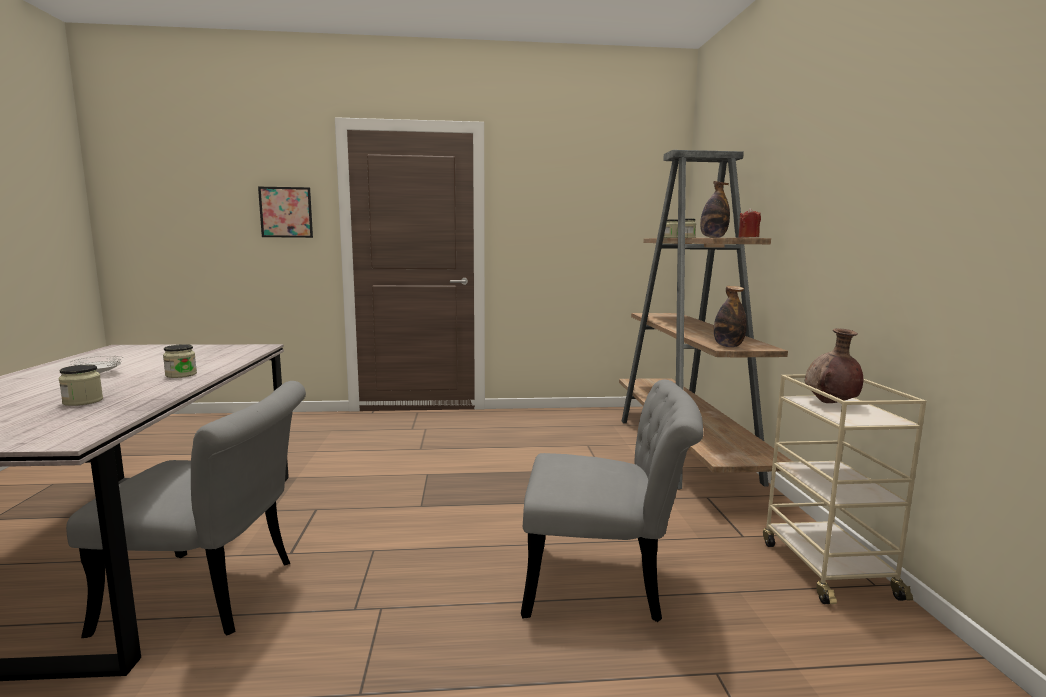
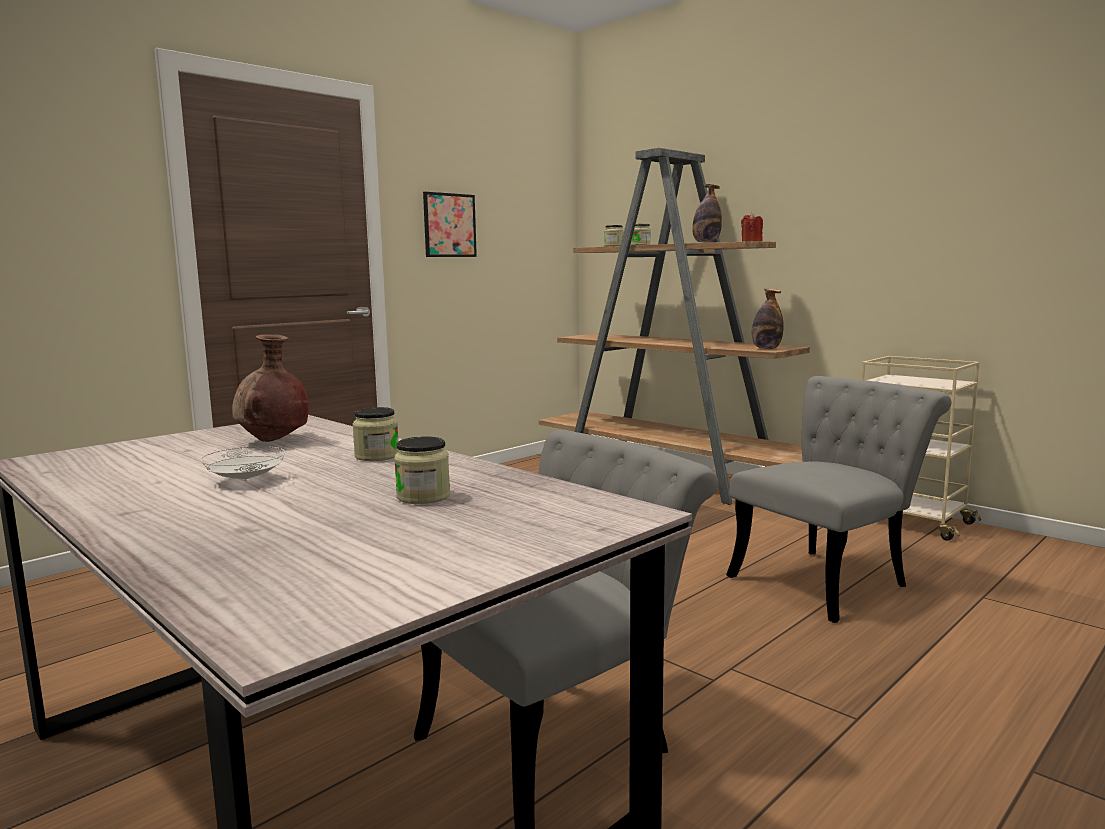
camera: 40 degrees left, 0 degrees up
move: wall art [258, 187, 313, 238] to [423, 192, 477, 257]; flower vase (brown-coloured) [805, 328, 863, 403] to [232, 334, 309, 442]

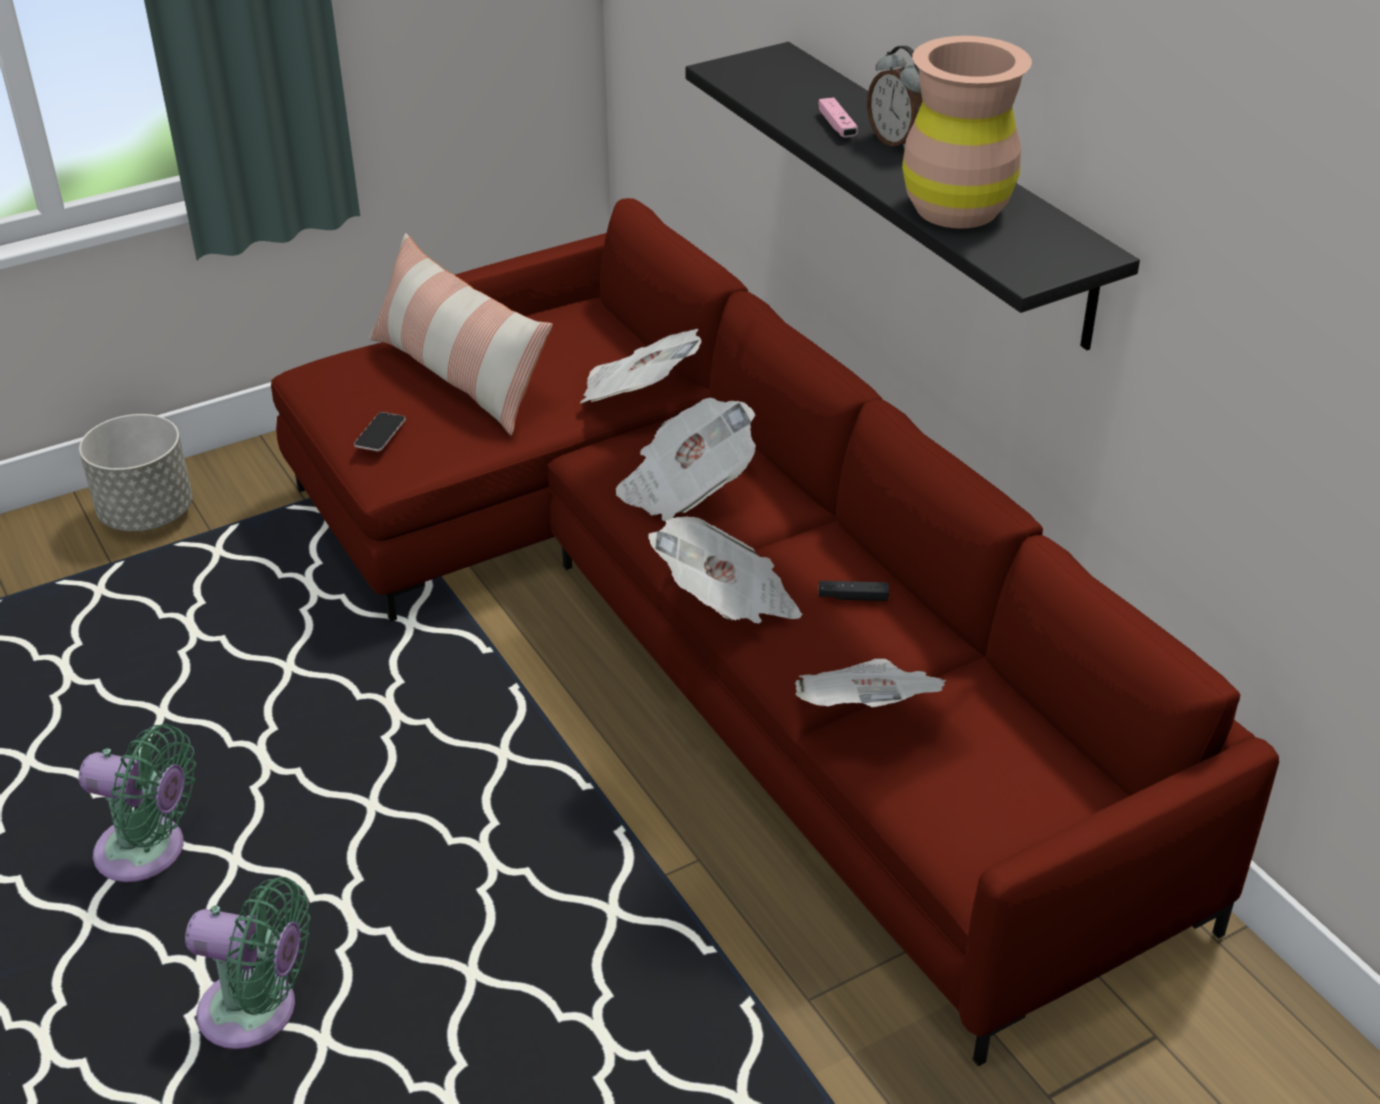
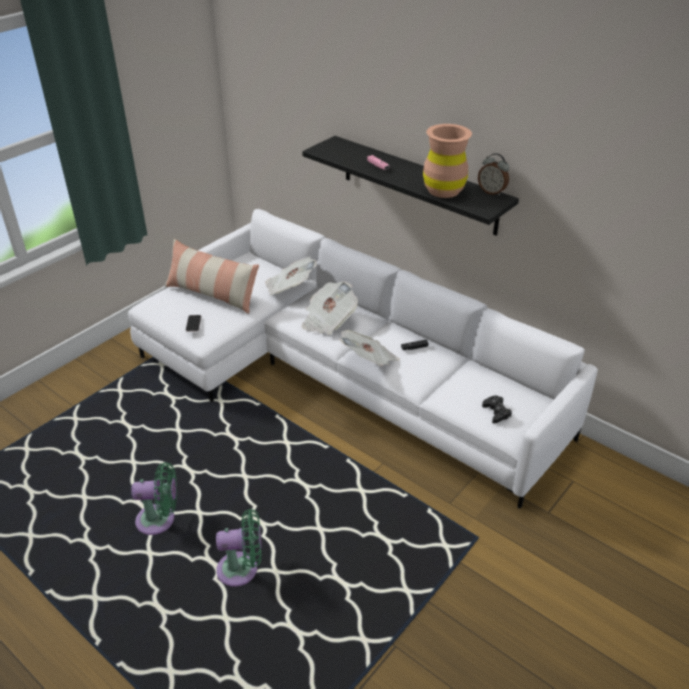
camera: 20 degrees left, 0 degrees up
delete: plant pot (grey) [79, 414, 193, 531]; printed paper [795, 659, 946, 707]
insert: gamepad (black) [482, 395, 512, 423]
move: bedside clock [867, 46, 922, 149] to [478, 153, 509, 196]
recolor: sofa (red) [271, 198, 1279, 1067] to sofa (white) [128, 209, 598, 509]

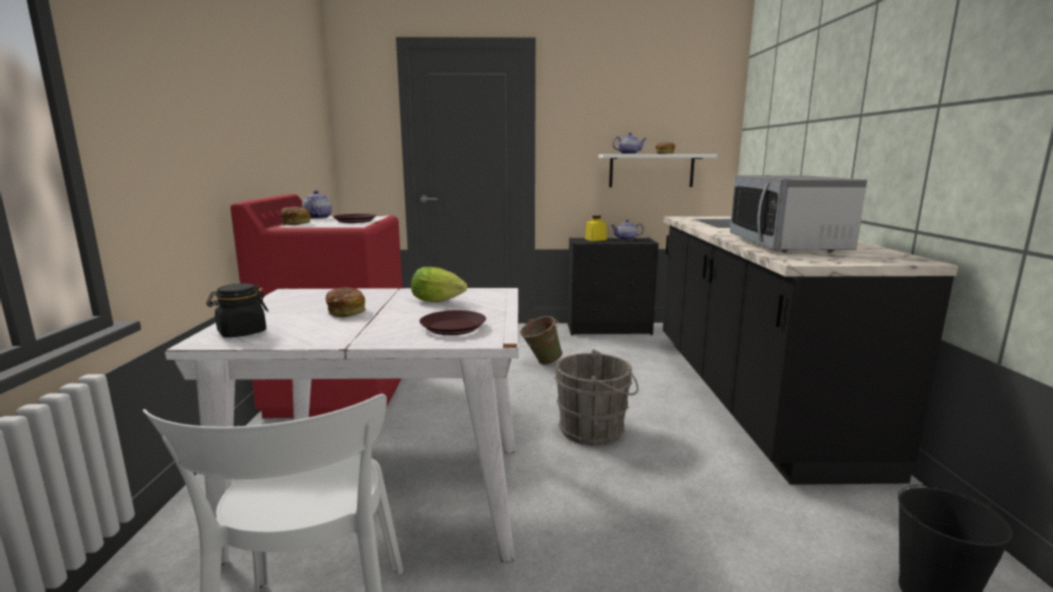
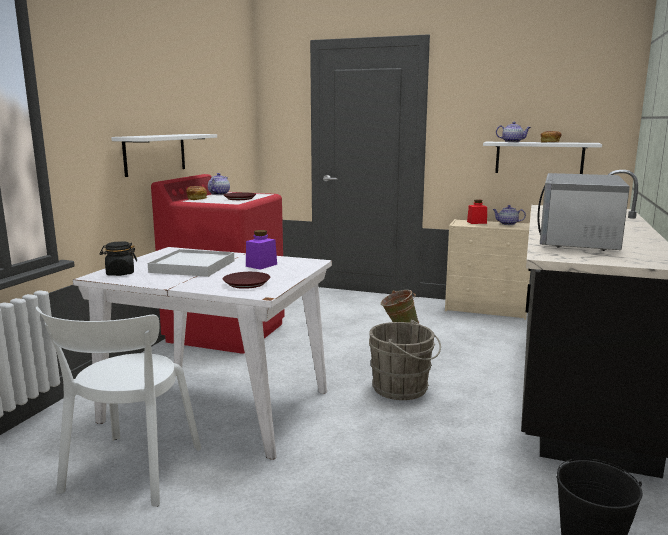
camera: 20 degrees right, 0 degrees up
insert: bracket shelf (white) [111, 134, 217, 177]
replace: bread [326, 287, 366, 317] to tray (white) [148, 249, 234, 277]; lettuce [411, 267, 467, 302] to preserve jar (purplish) [246, 230, 277, 270]
recolor: chest of drawers (black) [568, 237, 659, 336] to chest of drawers (sand-coloured) [445, 219, 530, 320]; preserve jar (yellowish) [585, 215, 607, 241] to preserve jar (red) [467, 200, 487, 224]

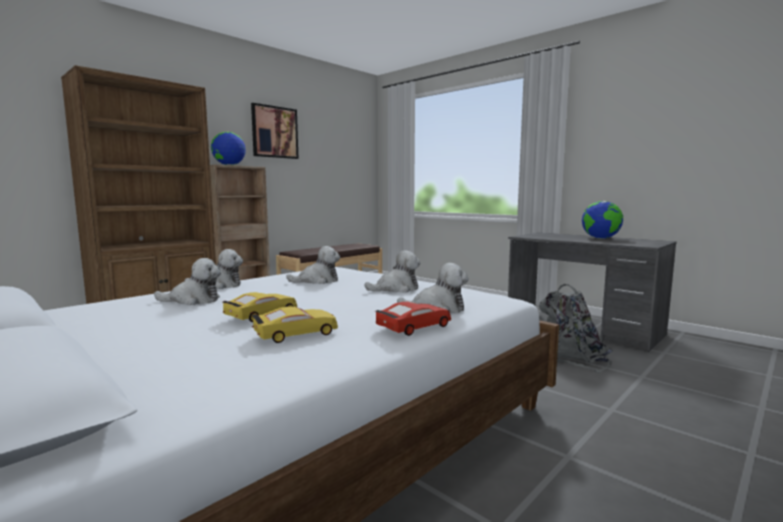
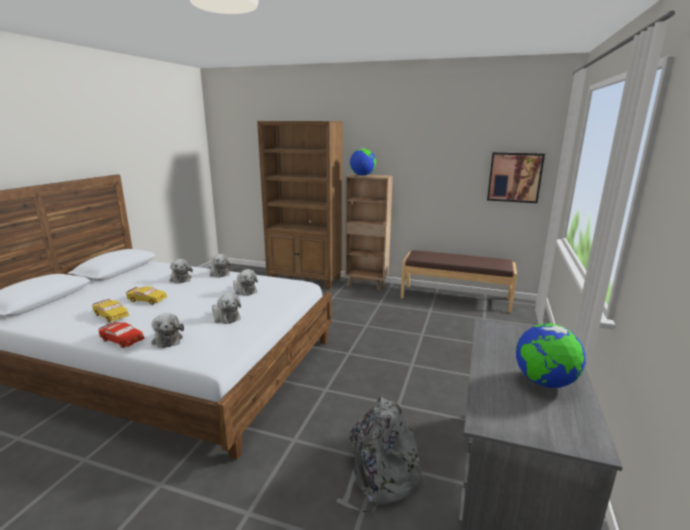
camera: 65 degrees right, 10 degrees up
move: wall art [251, 103, 298, 159] to [487, 152, 545, 203]

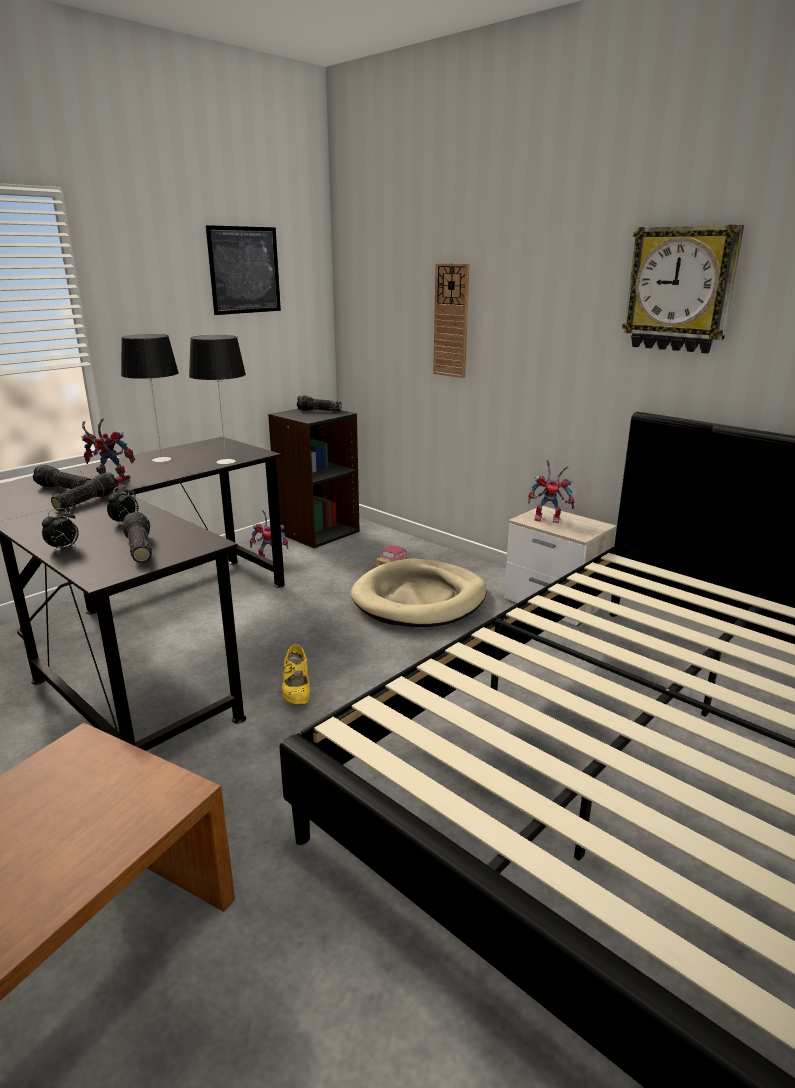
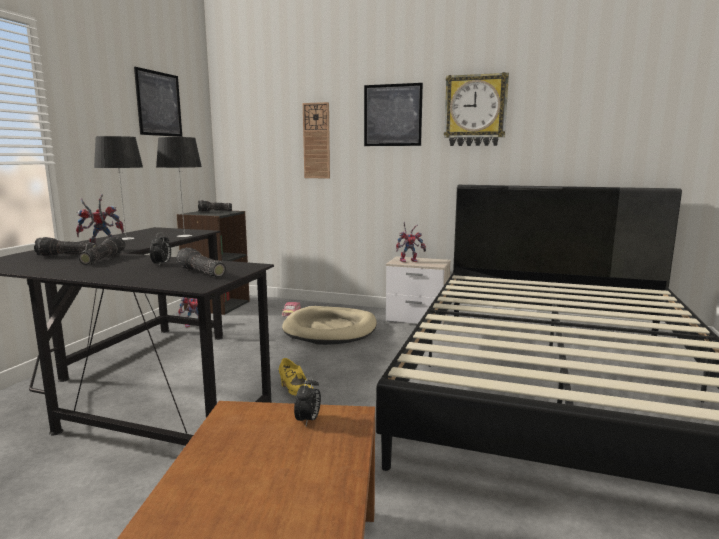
camera: 25 degrees left, 10 degrees down
insert: wall art [364, 83, 423, 146]
move: bedside clock [42, 508, 79, 551] to [294, 376, 321, 426]

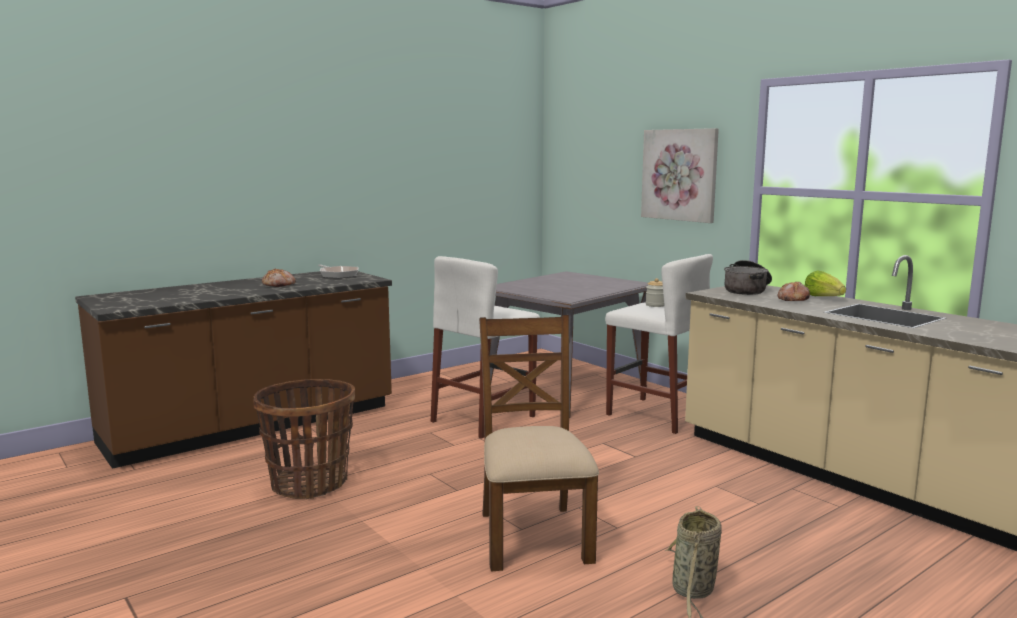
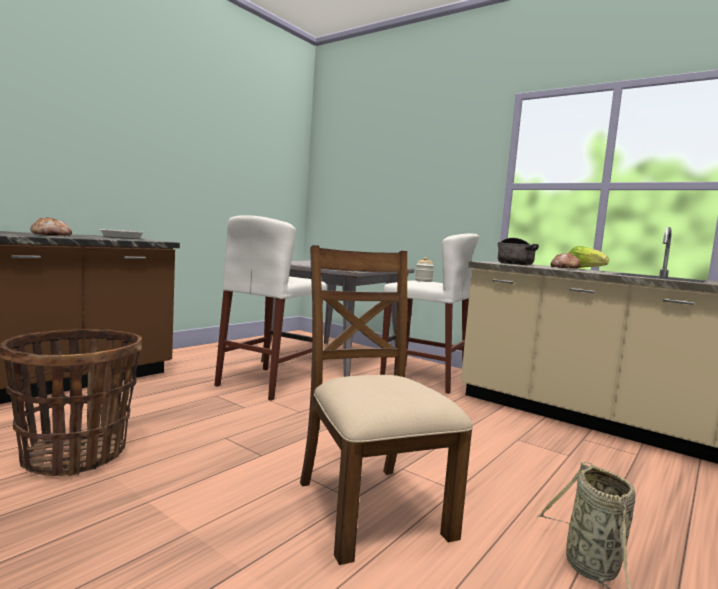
camera: 15 degrees left, 5 degrees down
delete: wall art [641, 128, 719, 223]

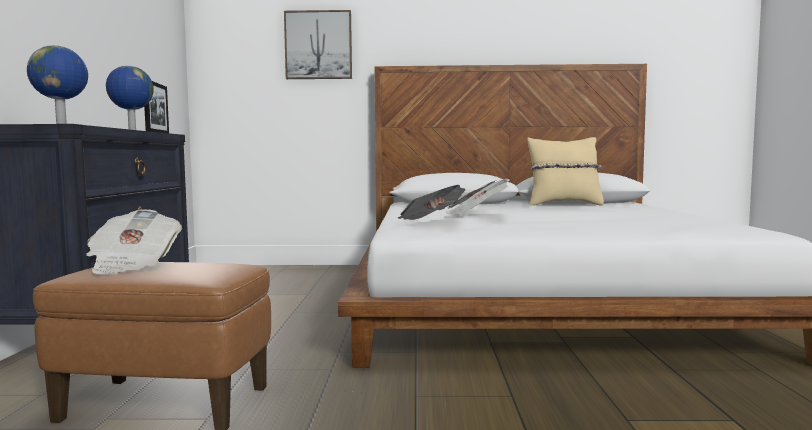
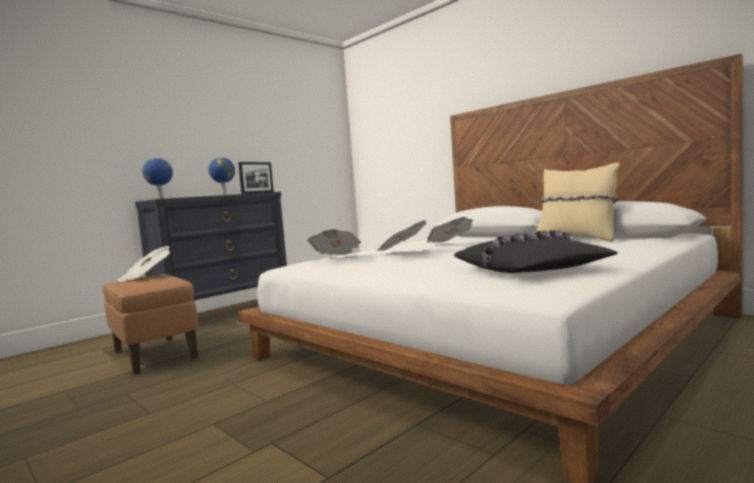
camera: 45 degrees right, 0 degrees up
delete: wall art [284, 10, 352, 79]
insert: pillow (black) [454, 230, 618, 273]

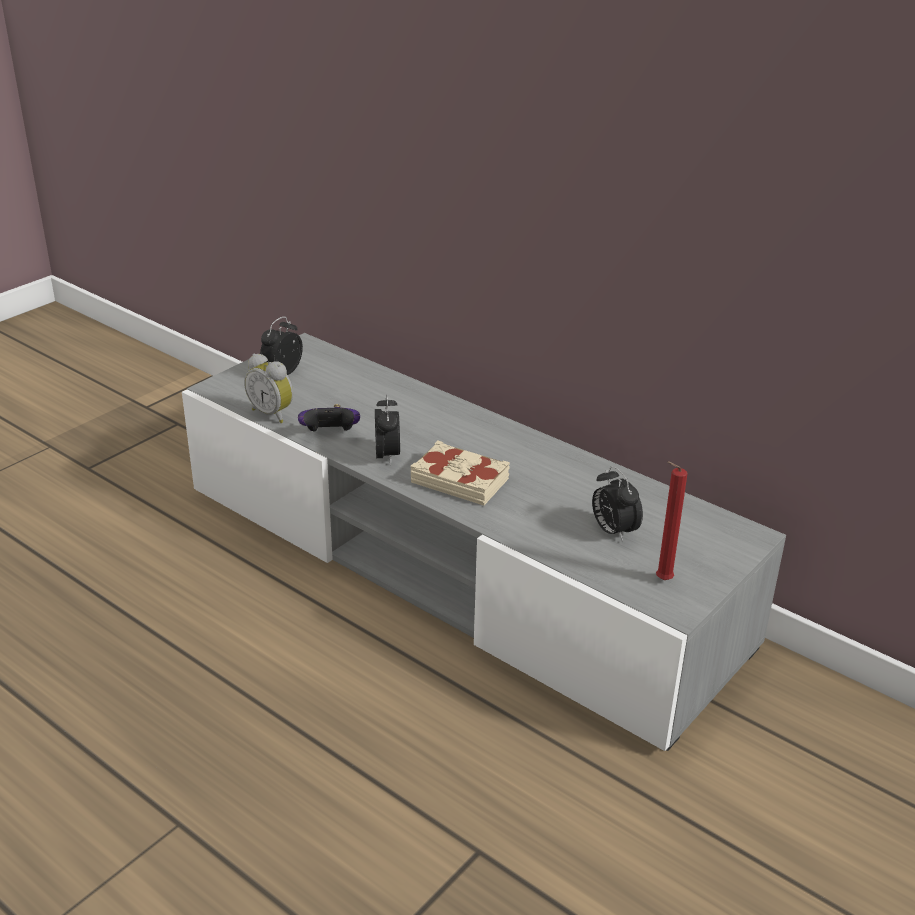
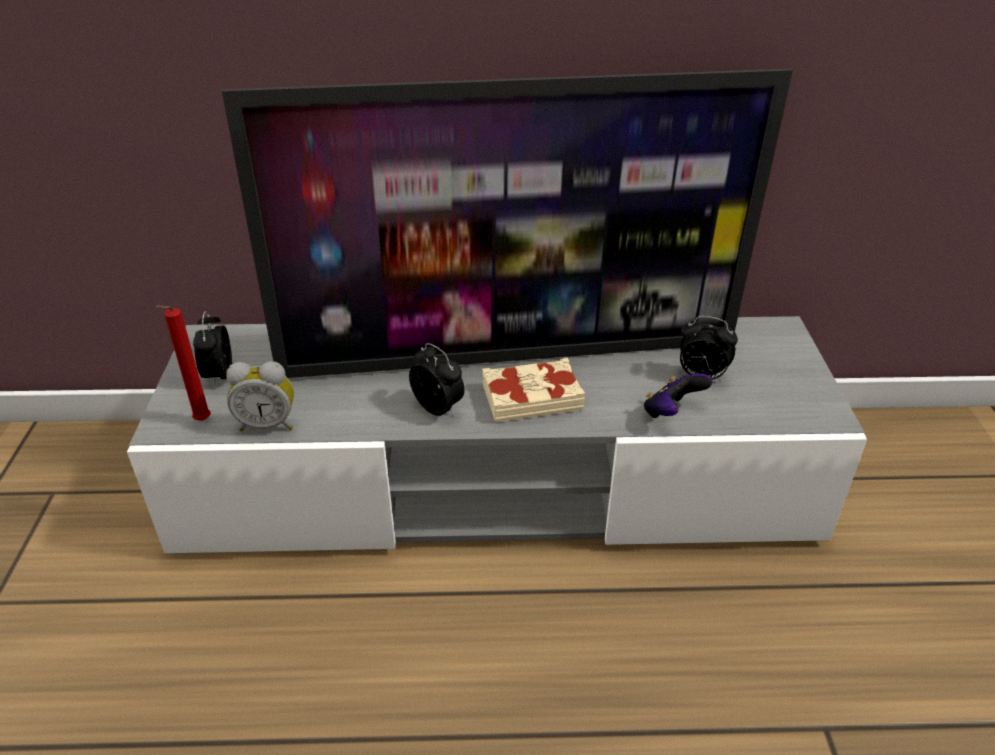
camera: 40 degrees left, 5 degrees up
insert: TV [222, 69, 793, 378]
move: gamepad [298, 404, 360, 432] to [644, 373, 712, 418]; wax light (red) [656, 462, 688, 580] to [156, 306, 211, 420]

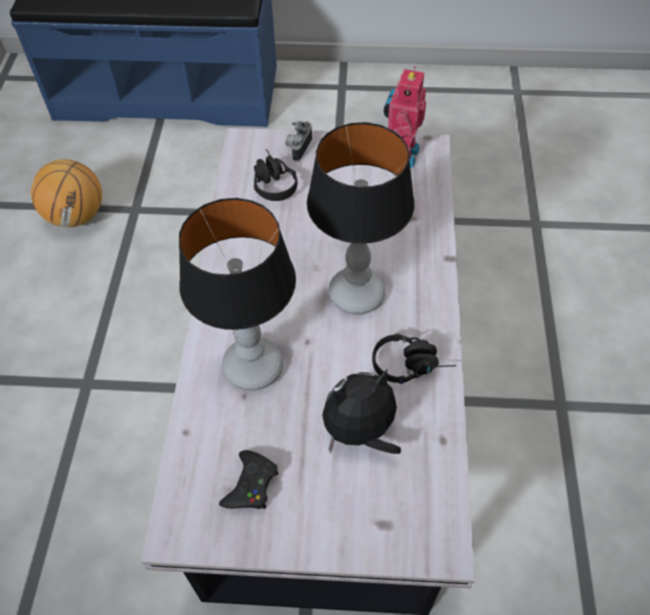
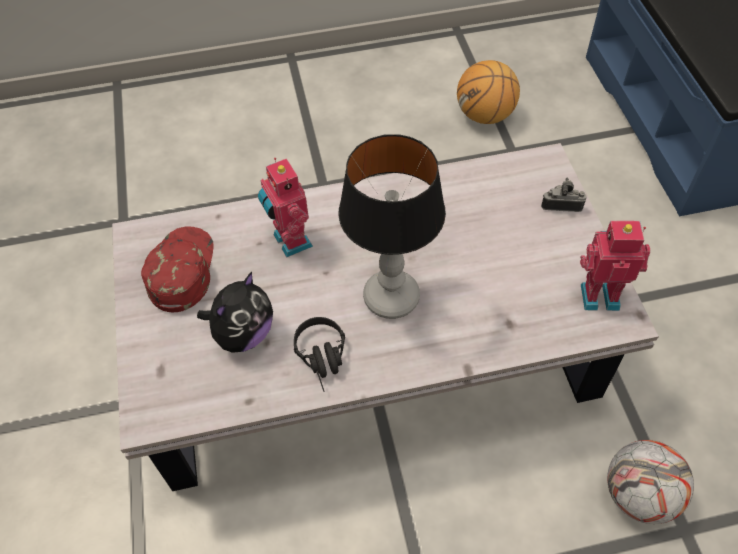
camera: 75 degrees right, 0 degrees up
delete: pair of headphones (black) [254, 149, 298, 201]
insert: football ball [607, 440, 694, 524]
replace: lamp for a table [179, 198, 296, 391] to model robot [258, 158, 313, 257]; gamepad (black) [219, 450, 278, 509] to peaked cap (red) [141, 227, 214, 312]
rotate: soft toy [322, 369, 401, 454] = [197, 272, 273, 353] 75 degrees clockwise

